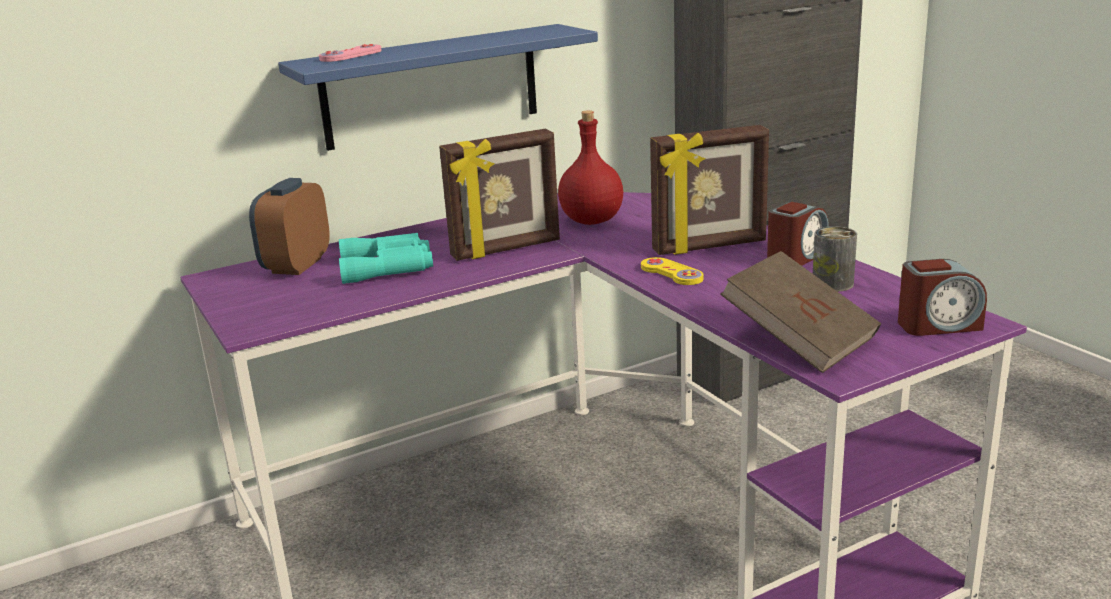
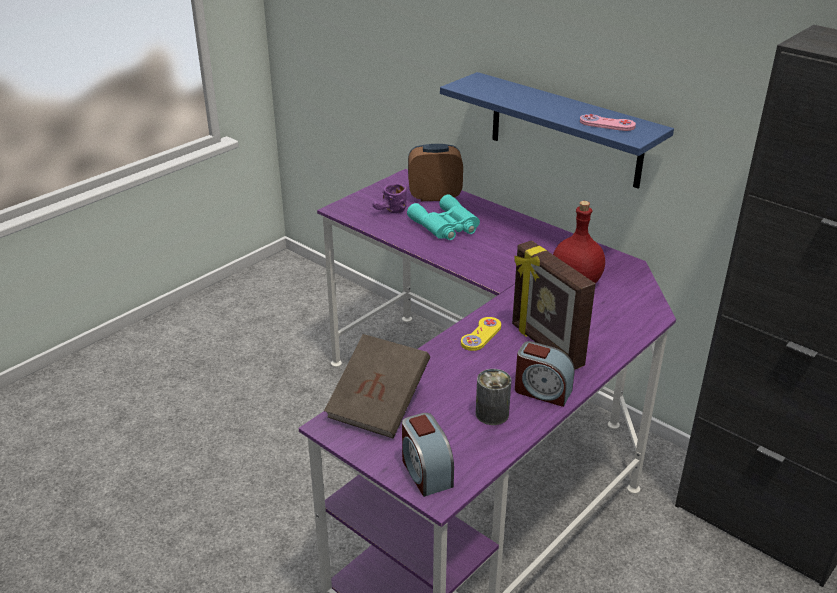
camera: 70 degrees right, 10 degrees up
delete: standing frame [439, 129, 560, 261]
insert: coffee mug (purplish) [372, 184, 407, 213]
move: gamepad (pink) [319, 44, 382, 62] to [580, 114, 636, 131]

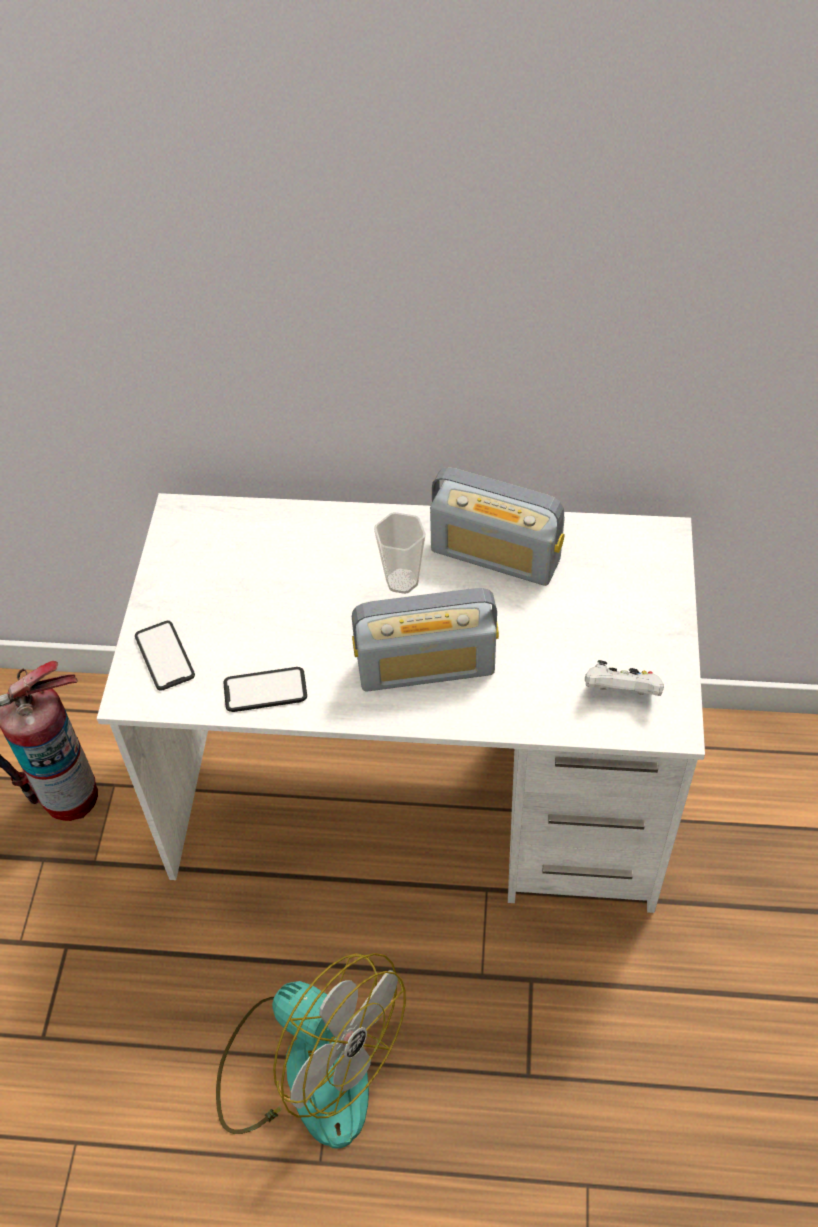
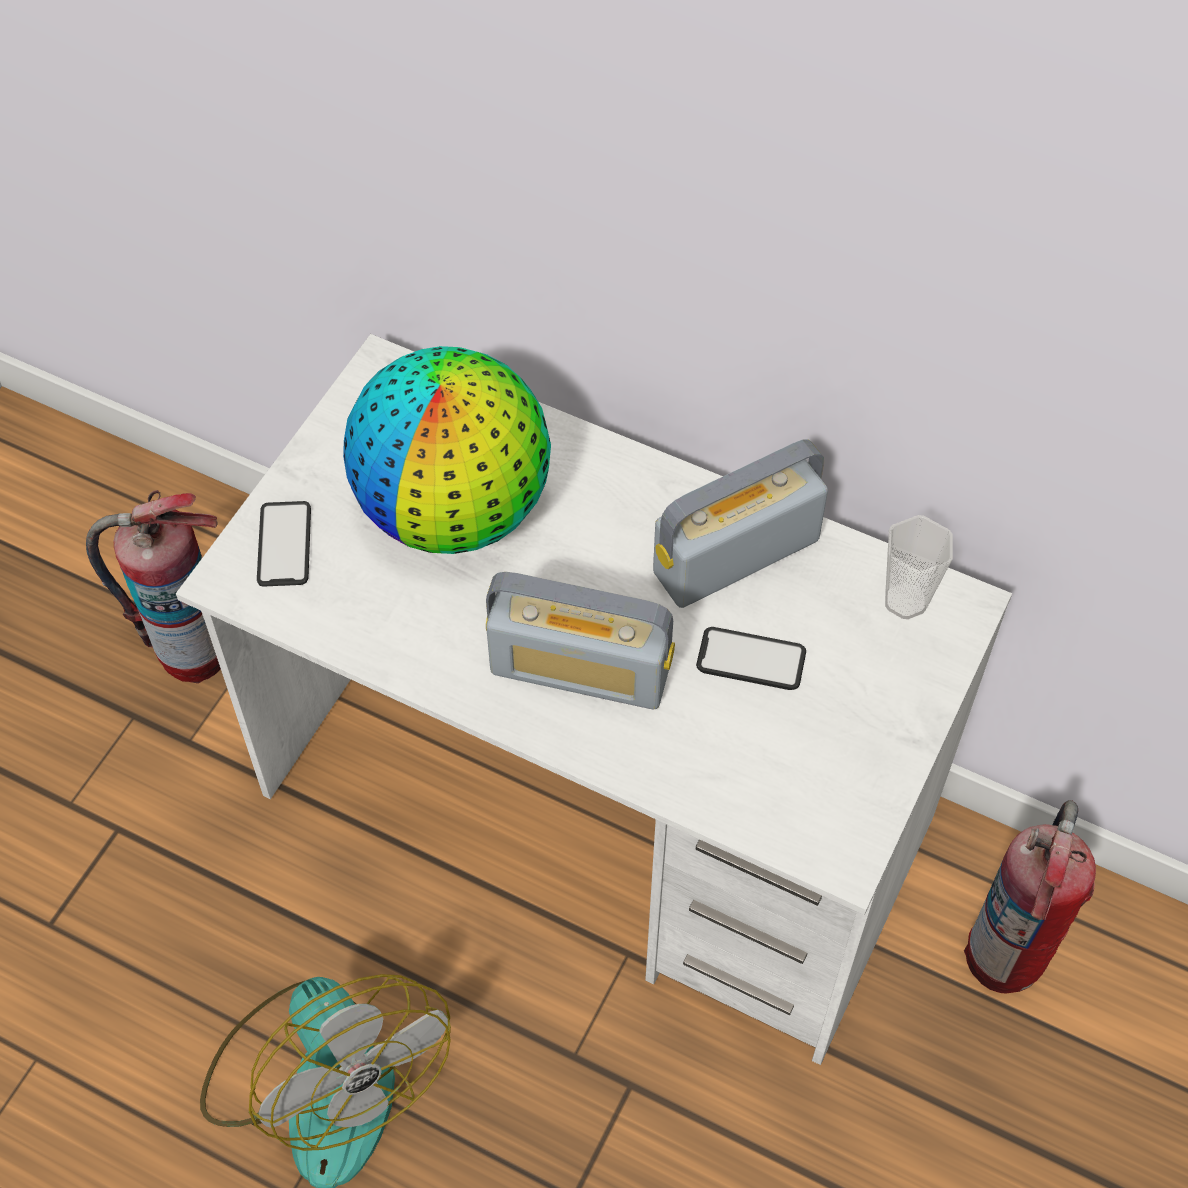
camera: 20 degrees right, 5 degrees up
delete: gamepad (white) [585, 660, 664, 696]
insert: globe [343, 346, 551, 554]; fire extinguisher [964, 800, 1096, 994]
move: handset [223, 667, 307, 712] to [696, 627, 806, 690]; small cup [374, 512, 426, 594] to [885, 515, 953, 619]
rotate: radio set [430, 467, 565, 586] = [653, 439, 828, 608] 105 degrees clockwise

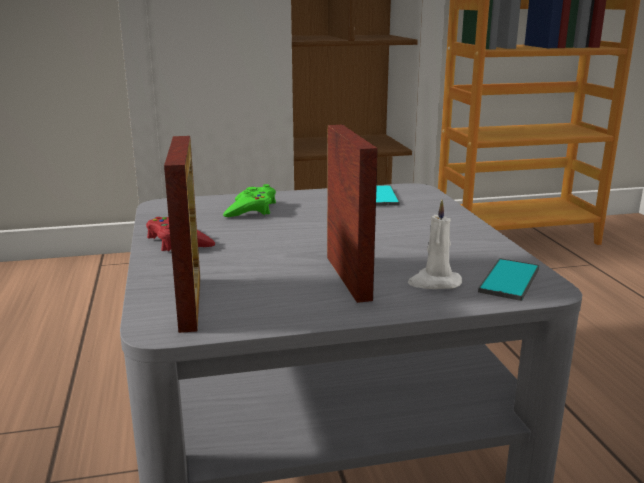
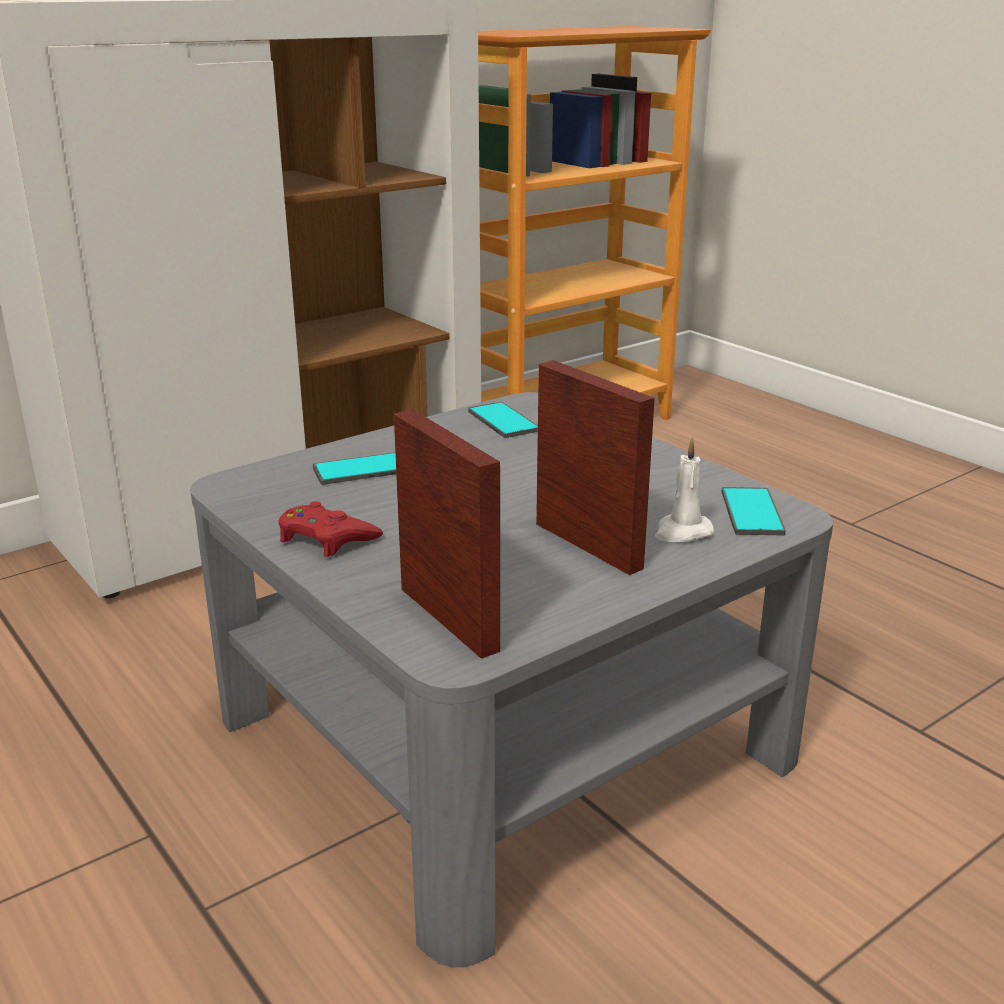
camera: 25 degrees left, 5 degrees up
replace: gamepad (greenish) [223, 184, 276, 217] to handset [313, 453, 396, 485]

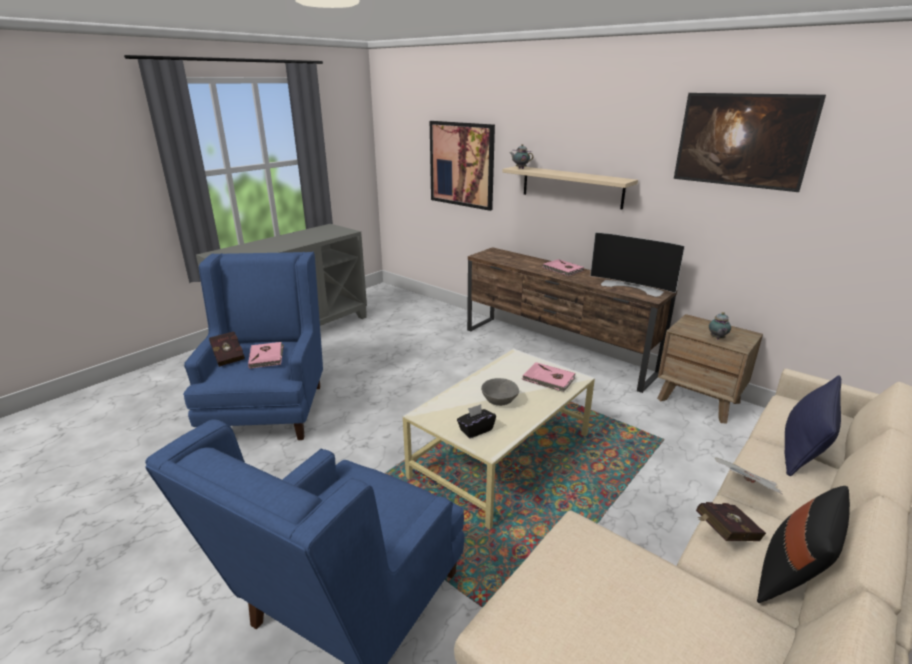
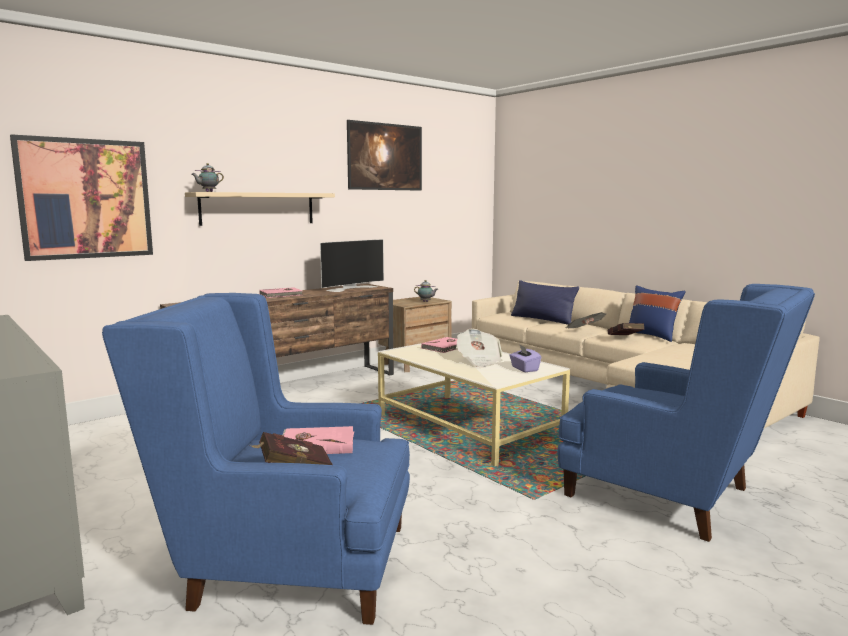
camera: 80 degrees left, 15 degrees down
replace: deep dish (grey) [481, 378, 519, 406] to printed paper [456, 329, 502, 367]
recolor: box of tissues (black) [457, 404, 496, 438] to box of tissues (purplish) [509, 344, 541, 372]; pillow (black) [757, 486, 850, 603] to pillow (blue-coloured) [629, 285, 686, 342]

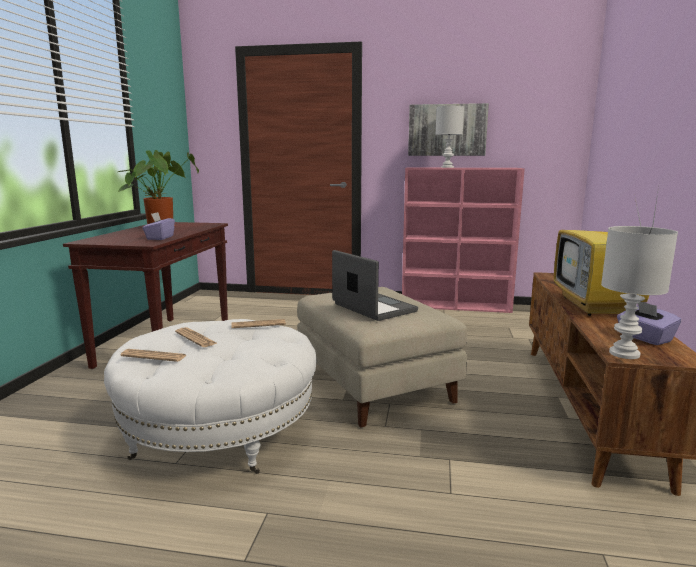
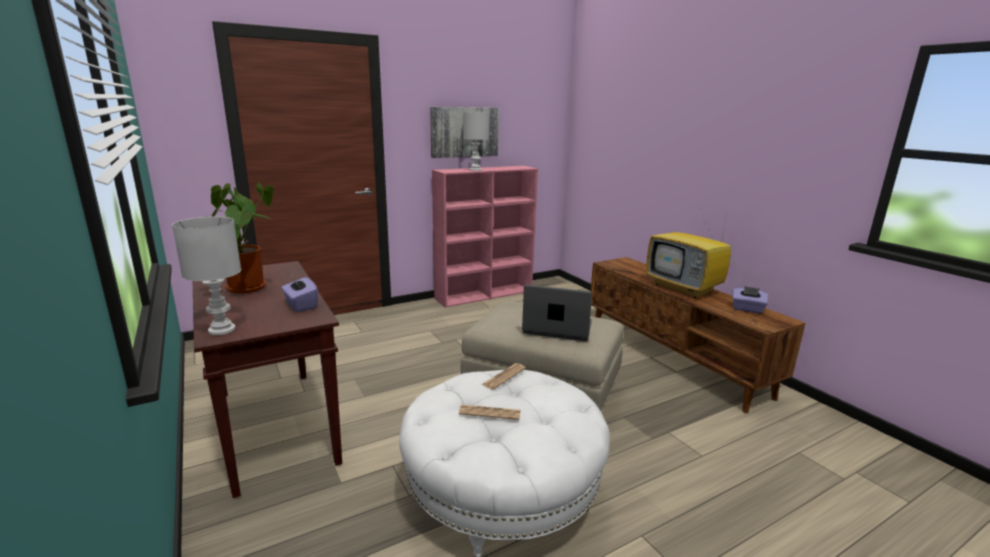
camera: 40 degrees left, 5 degrees up
delete: printed paper [120, 349, 187, 362]
move: lamp for a table (white) [601, 226, 678, 359] to [172, 216, 241, 335]

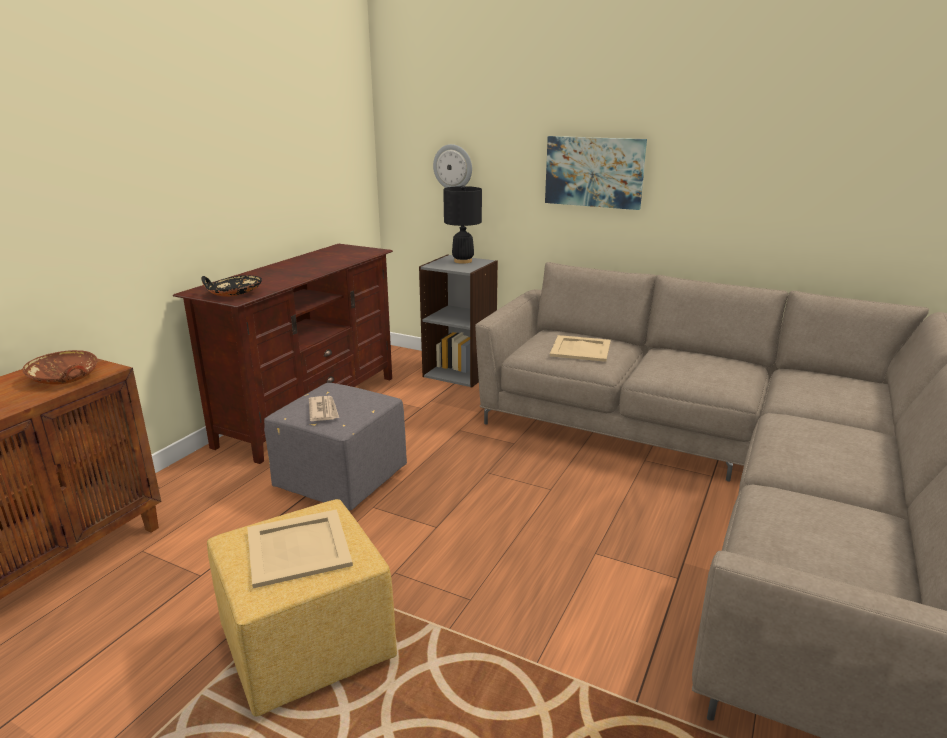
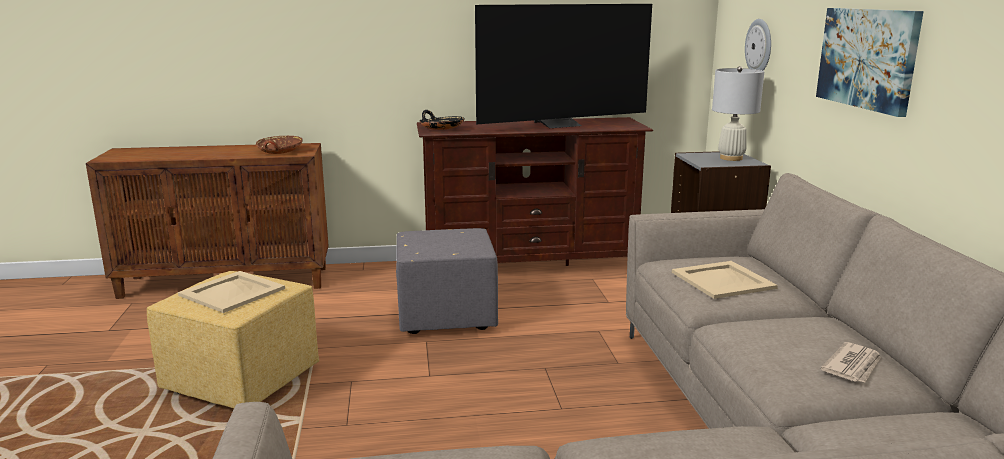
camera: 55 degrees right, 5 degrees down
insert: TV [475, 4, 652, 128]
move: printed paper [309, 396, 339, 421] to [821, 342, 881, 383]
recolor: lamp for a table (black) [443, 186, 482, 264] to lamp for a table (white) [712, 66, 764, 161]

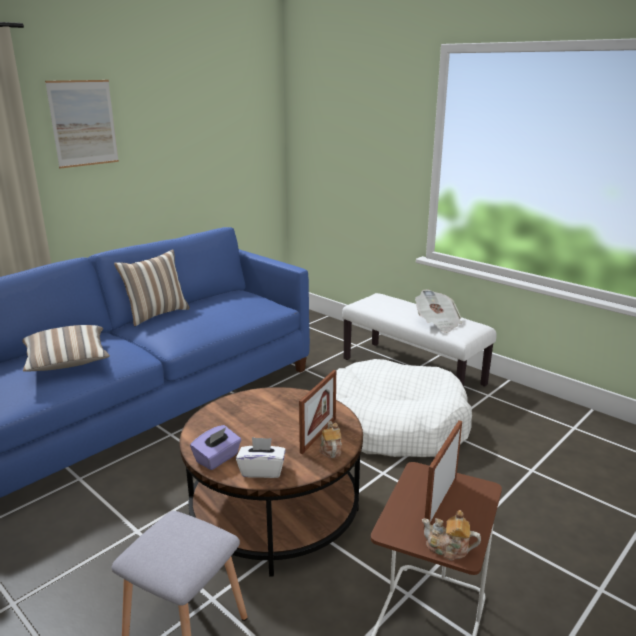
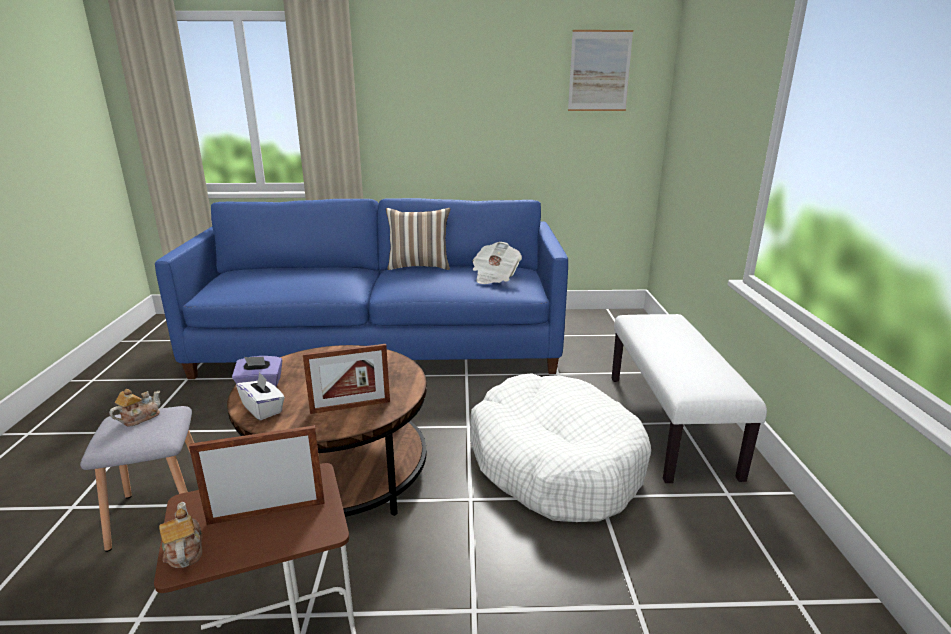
camera: 45 degrees right, 0 degrees up
delete: pillow [22, 325, 110, 372]
move: wall art [45, 80, 119, 168] to [568, 30, 633, 111]; pot for tea [319, 421, 342, 458] to [109, 389, 160, 427]; printed paper [415, 289, 463, 333] to [472, 242, 522, 284]

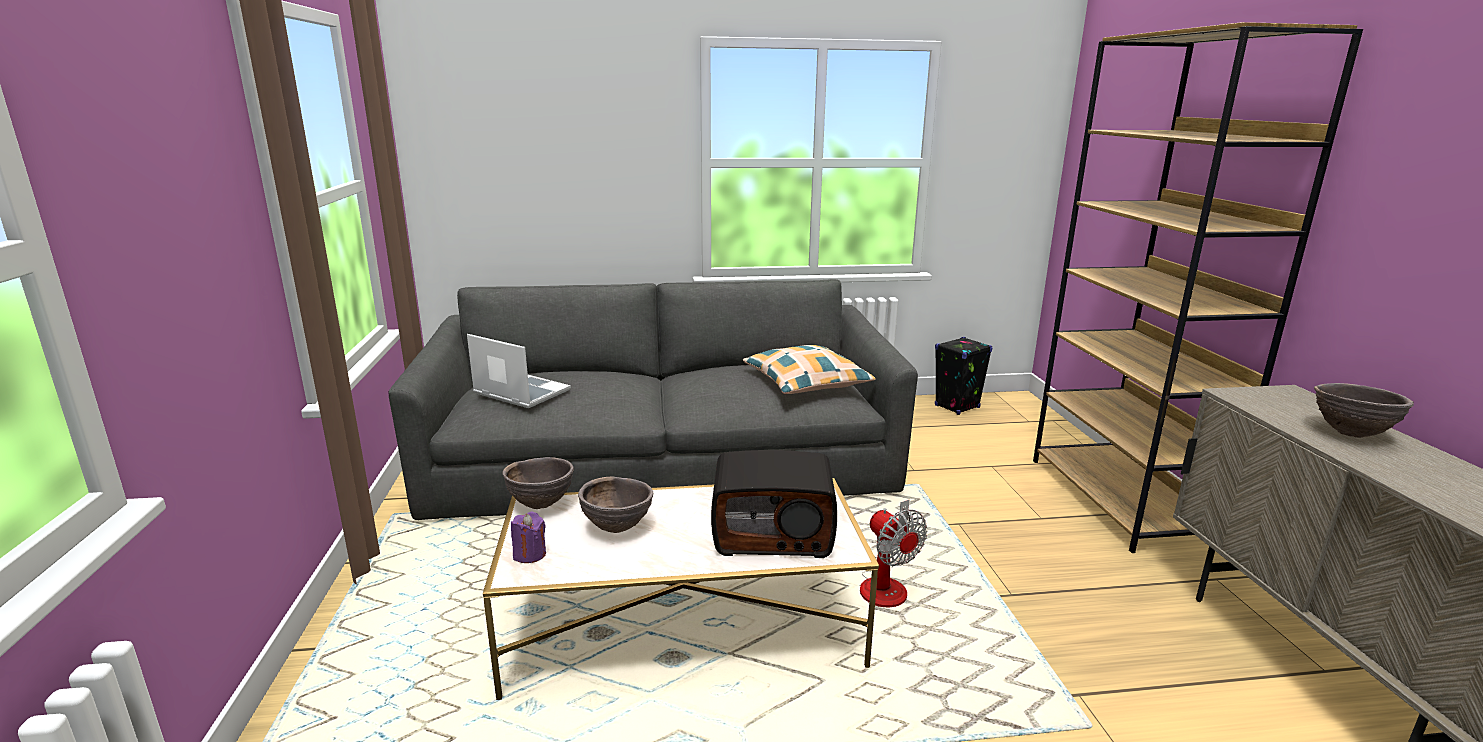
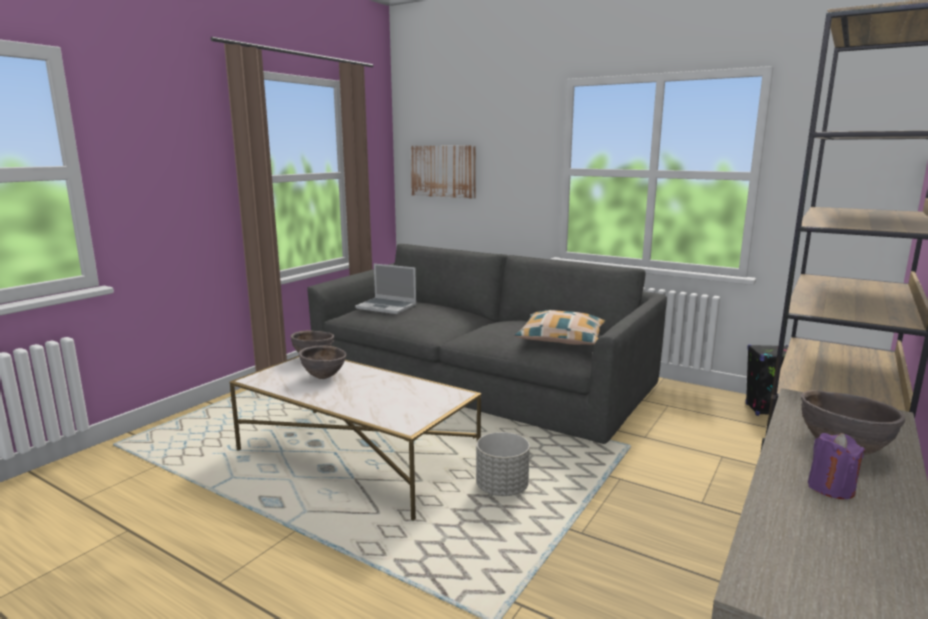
camera: 40 degrees right, 5 degrees down
delete: radio set [711, 450, 837, 558]
insert: wall art [411, 146, 476, 199]
move: wax light (purplish) [511, 512, 546, 563] to [808, 433, 865, 499]
replace: fan [860, 500, 927, 607] to plant pot (grey) [476, 432, 530, 496]
rotate: laptop [467, 334, 571, 408] = [355, 264, 417, 314] 135 degrees clockwise

